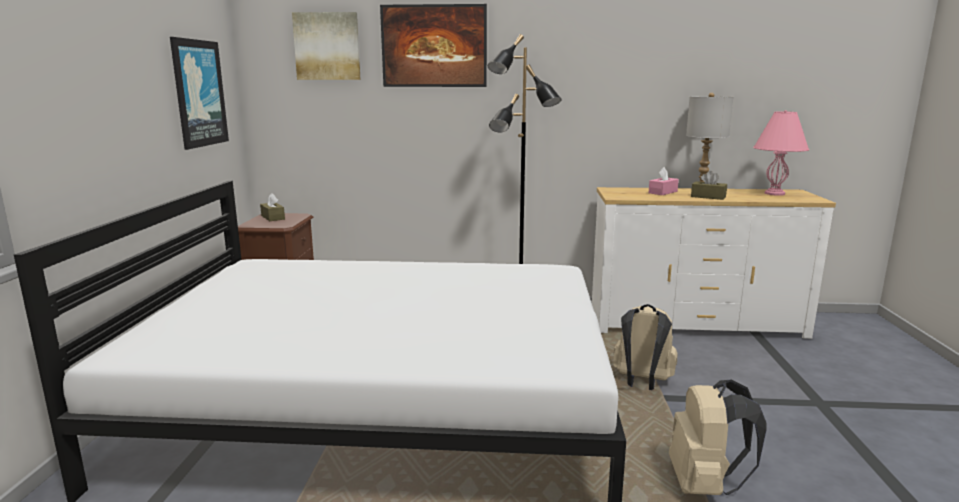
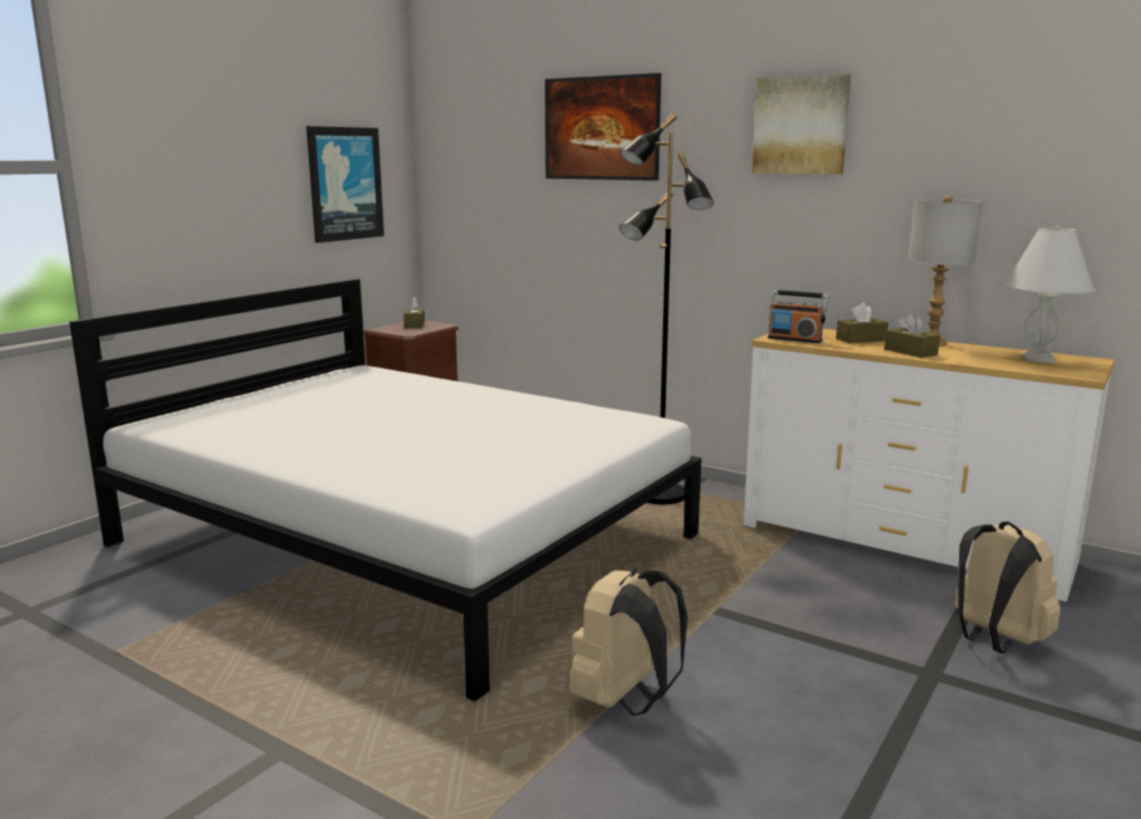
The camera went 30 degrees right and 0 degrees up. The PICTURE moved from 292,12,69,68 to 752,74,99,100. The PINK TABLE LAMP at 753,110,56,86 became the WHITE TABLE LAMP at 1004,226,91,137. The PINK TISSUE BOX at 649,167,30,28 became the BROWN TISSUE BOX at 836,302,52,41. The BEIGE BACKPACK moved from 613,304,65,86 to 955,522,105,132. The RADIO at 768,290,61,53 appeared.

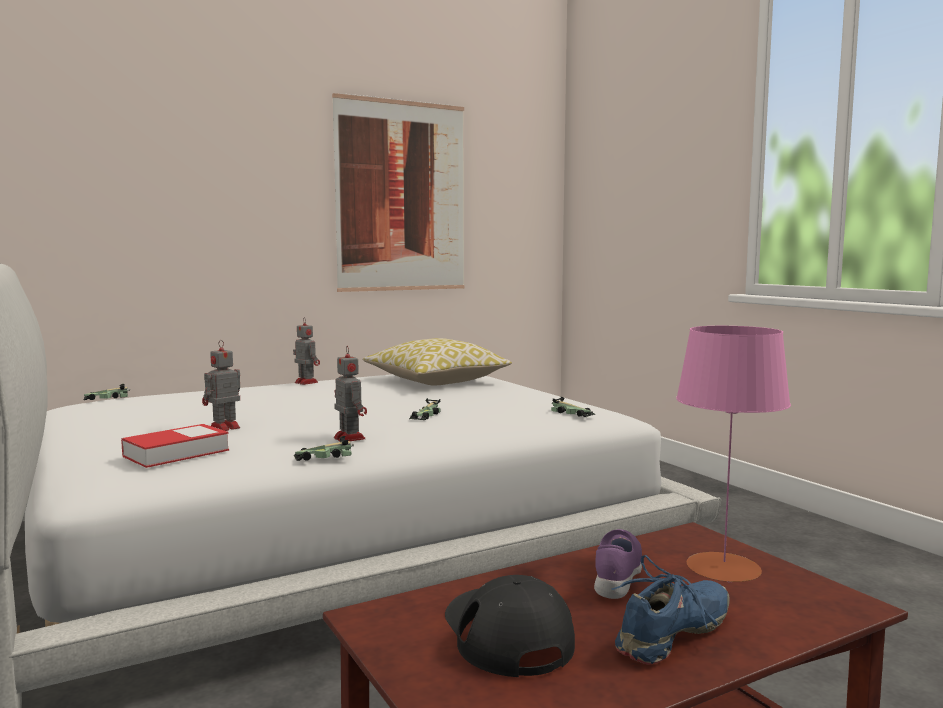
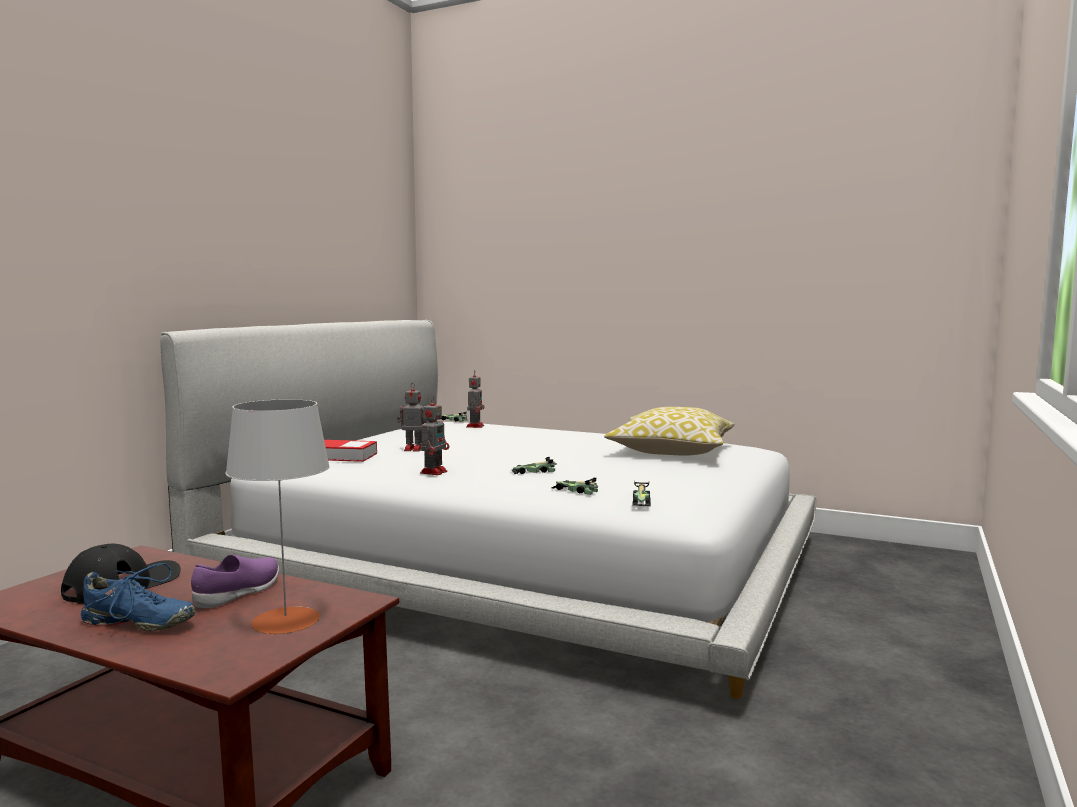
The camera went 55 degrees right and 0 degrees up. The PICTURE at 332,93,132,199 disappeared. The TOY ROBOT moved from 293,317,27,68 to 466,370,18,58. The PINK TABLE LAMP at 676,326,115,256 became the GREY TABLE LAMP at 225,399,105,235. The TOY CAR moved from 294,436,60,25 to 551,478,47,16. The PURPLE SHOE at 594,529,48,70 turned 45 degrees counterclockwise.

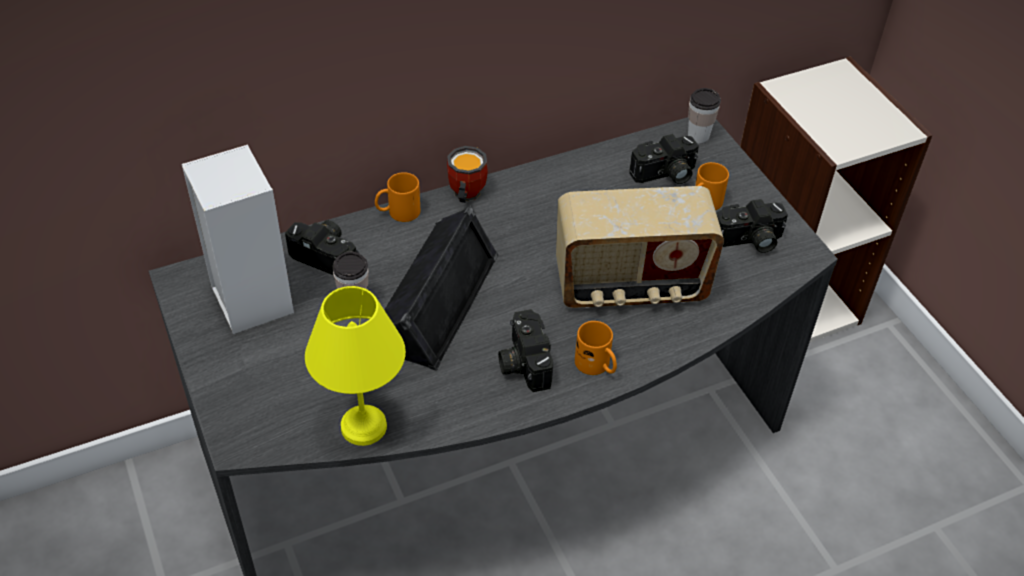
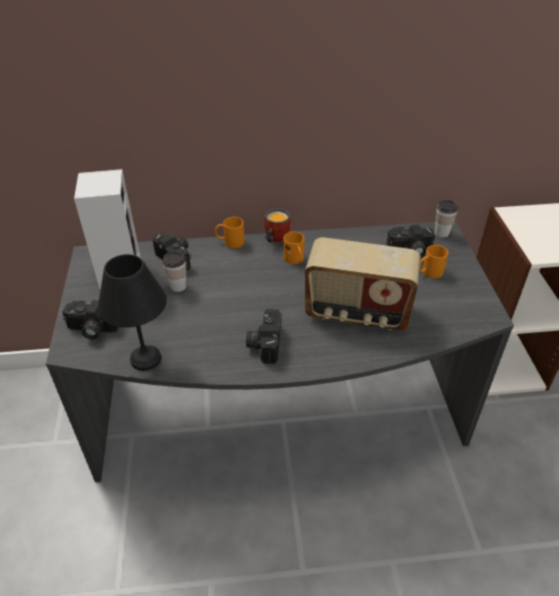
The camera went 20 degrees right and 5 degrees down. The PHOTO CAMERA moved from 716,199,72,54 to 62,300,57,40. The BLACK SPEAKER at 384,205,115,166 disappeared. The YELLOW TABLE LAMP at 305,286,101,160 became the BLACK TABLE LAMP at 98,254,69,117. The ORANGE MUG moved from 575,321,42,54 to 284,232,20,32.

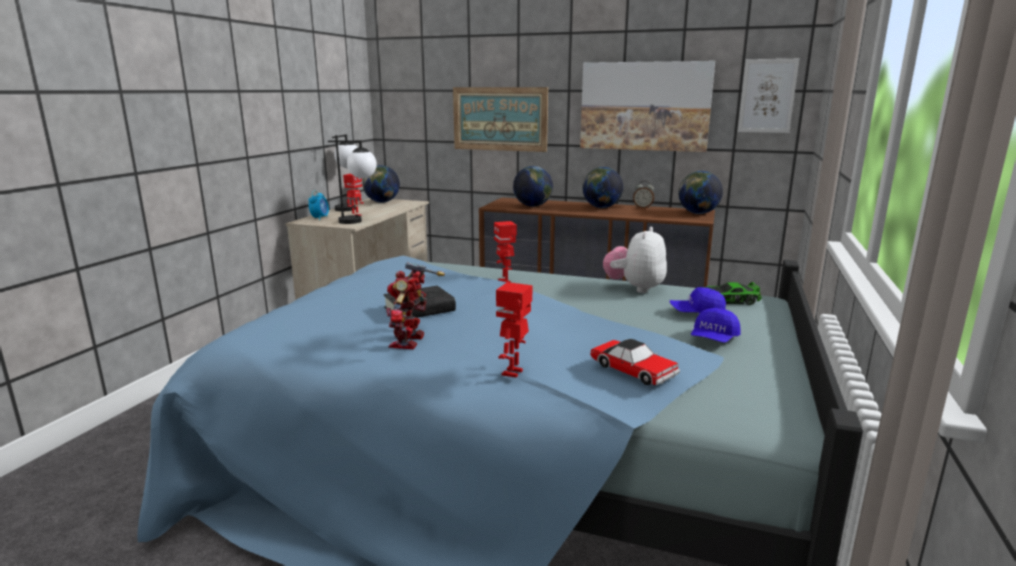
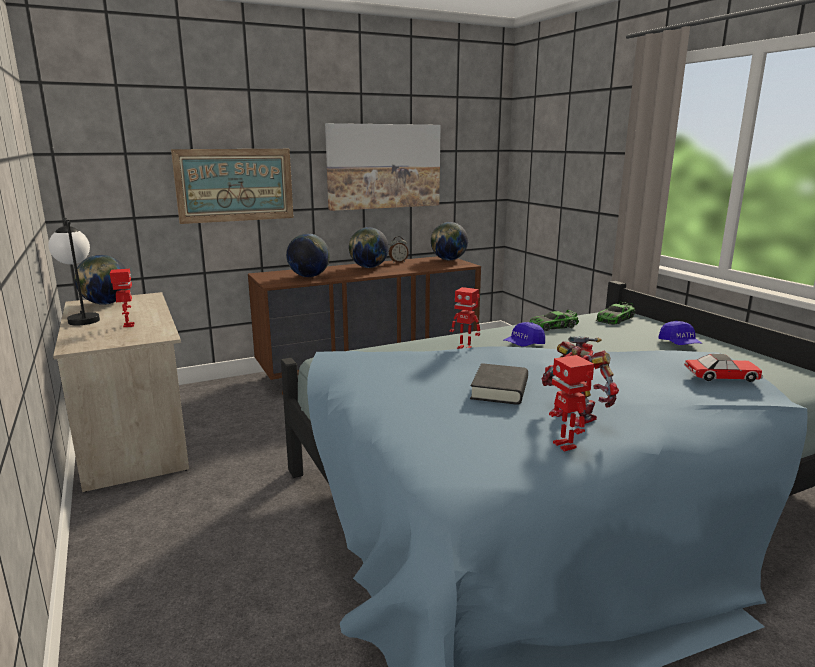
The camera went 45 degrees left and 0 degrees up. The PICTURE at 738,59,61,74 disappeared. The TABLE LAMP at 328,140,49,84 disappeared. The ALARM CLOCK at 308,190,21,30 disappeared. The PLUSH TOY at 603,227,64,66 was replaced by the TOY CAR at 530,310,49,21. The TOY ROBOT moved from 496,282,36,96 to 549,355,45,97. The BLUE CAP moved from 670,287,56,26 to 504,322,41,25.

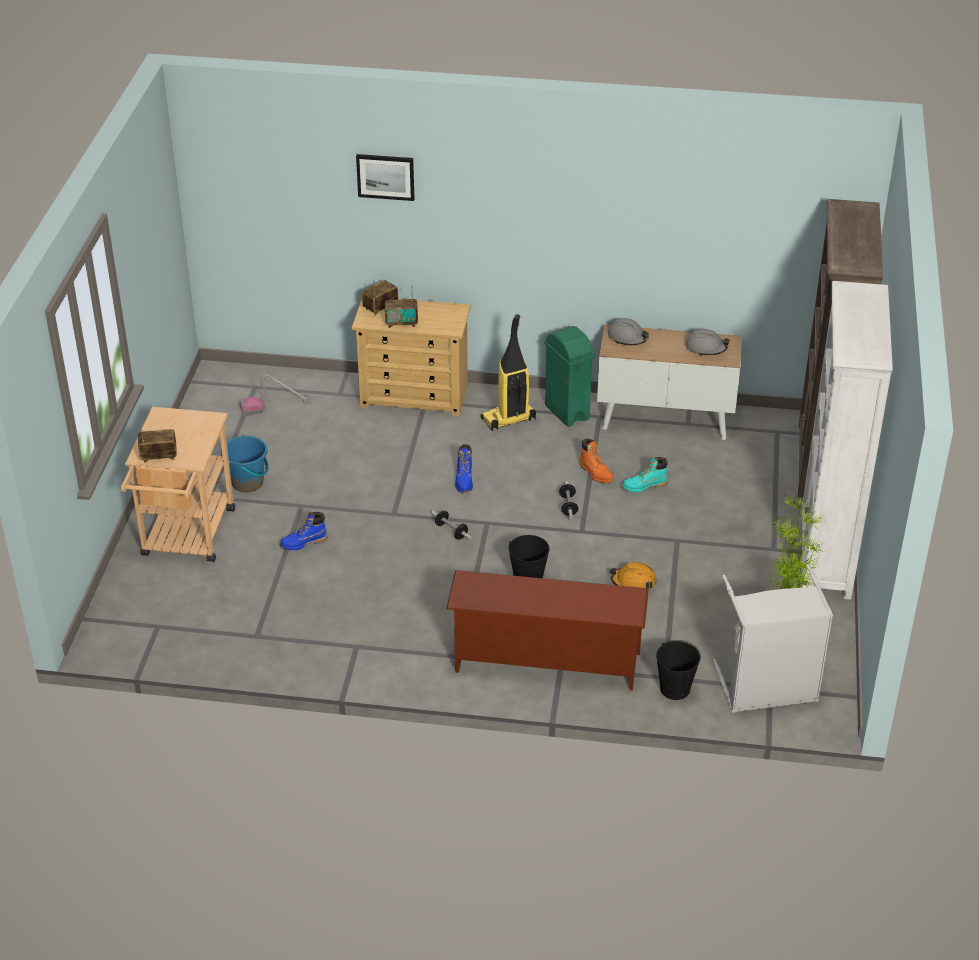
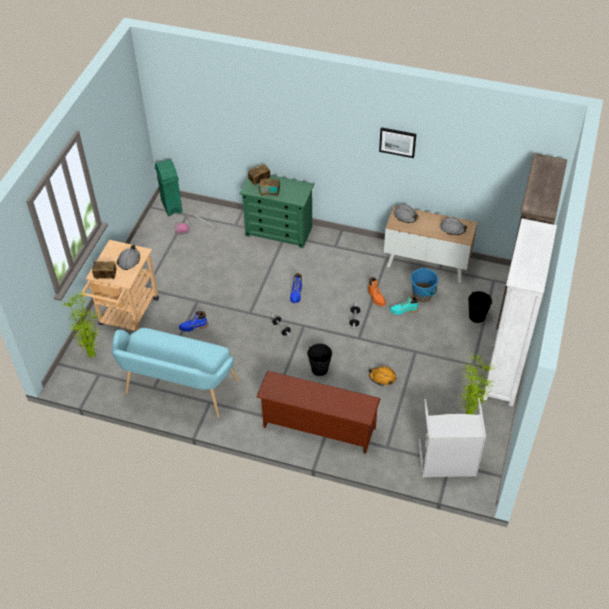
The camera went 10 degrees right and 10 degrees up. The PICTURE moved from 356,154,58,47 to 379,127,37,31. The BEIGE DRESSER at 352,299,119,117 became the GREEN DRESSER at 239,175,75,73. The VACUUM CLEANER at 481,314,55,117 disappeared. The GREEN TRASH CAN moved from 544,326,51,101 to 154,159,29,57. The BLUE BUCKET moved from 221,435,47,57 to 410,267,29,35. The BLACK BUCKET moved from 656,640,45,60 to 468,291,24,32. The GREY HARD HAT at 117,245,23,25 appeared. The POTTED PLANT at 62,290,40,69 appeared. The TURQUOISE BENCH at 111,328,128,90 appeared.

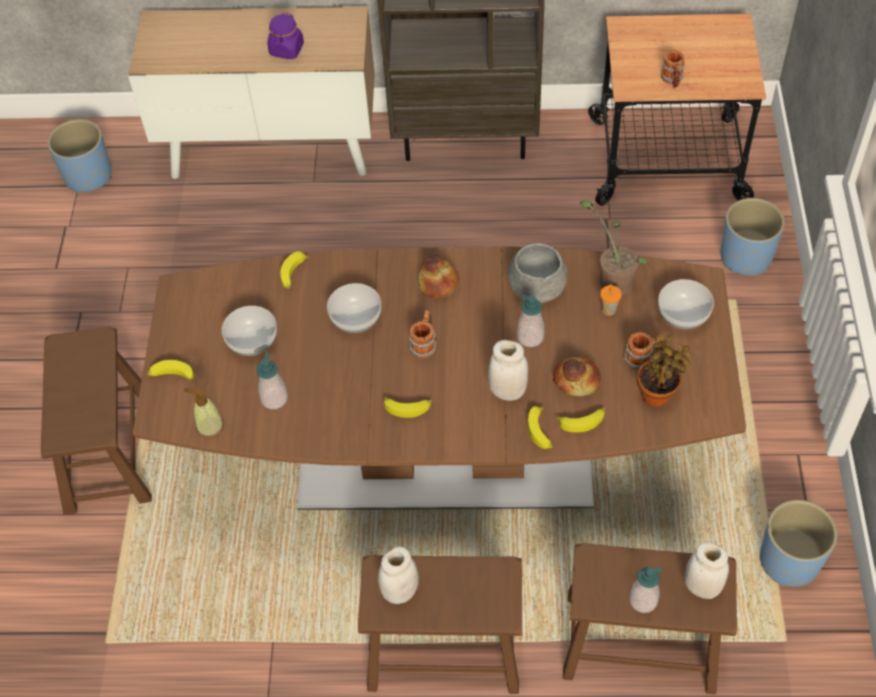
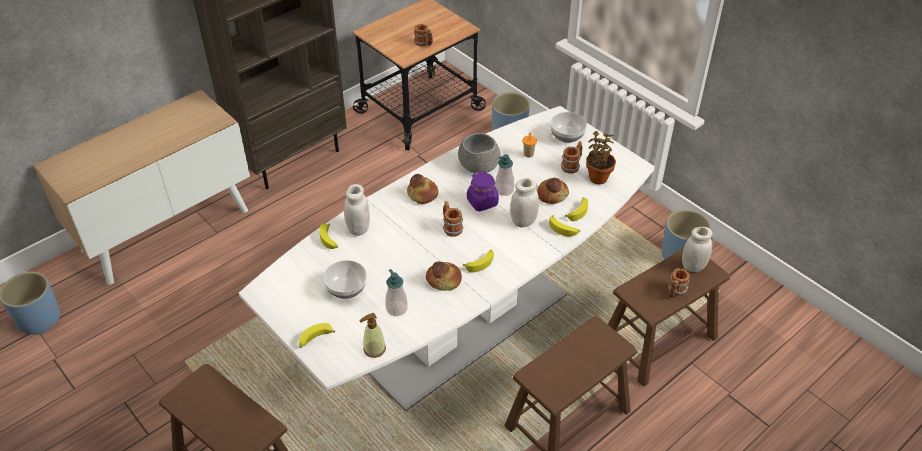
The camera went 45 degrees left and 10 degrees down. The PURPLE JAR moved from 267,13,37,46 to 467,171,32,40. The POTTED PLANT at 580,200,69,95 disappeared. The BROWN DINING TABLE at 133,246,613,264 became the WHITE DINING TABLE at 239,106,416,306. The BOWL at 327,283,54,50 disappeared. The WHITE JAR moved from 378,547,41,57 to 344,184,26,52. The SOAP DISPENSER at 629,567,33,46 was replaced by the MUG at 668,268,22,30. The BREAD at 426,262,36,29 appeared.

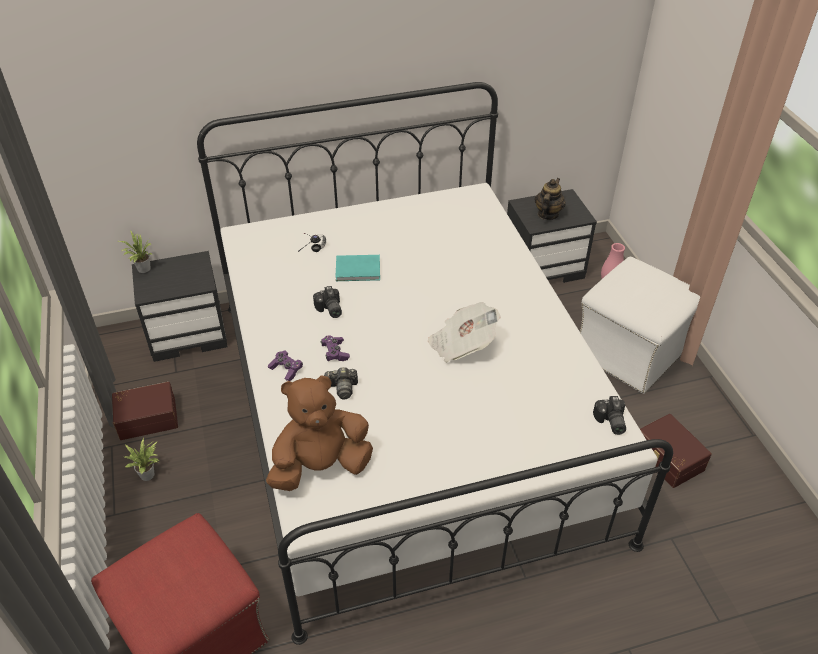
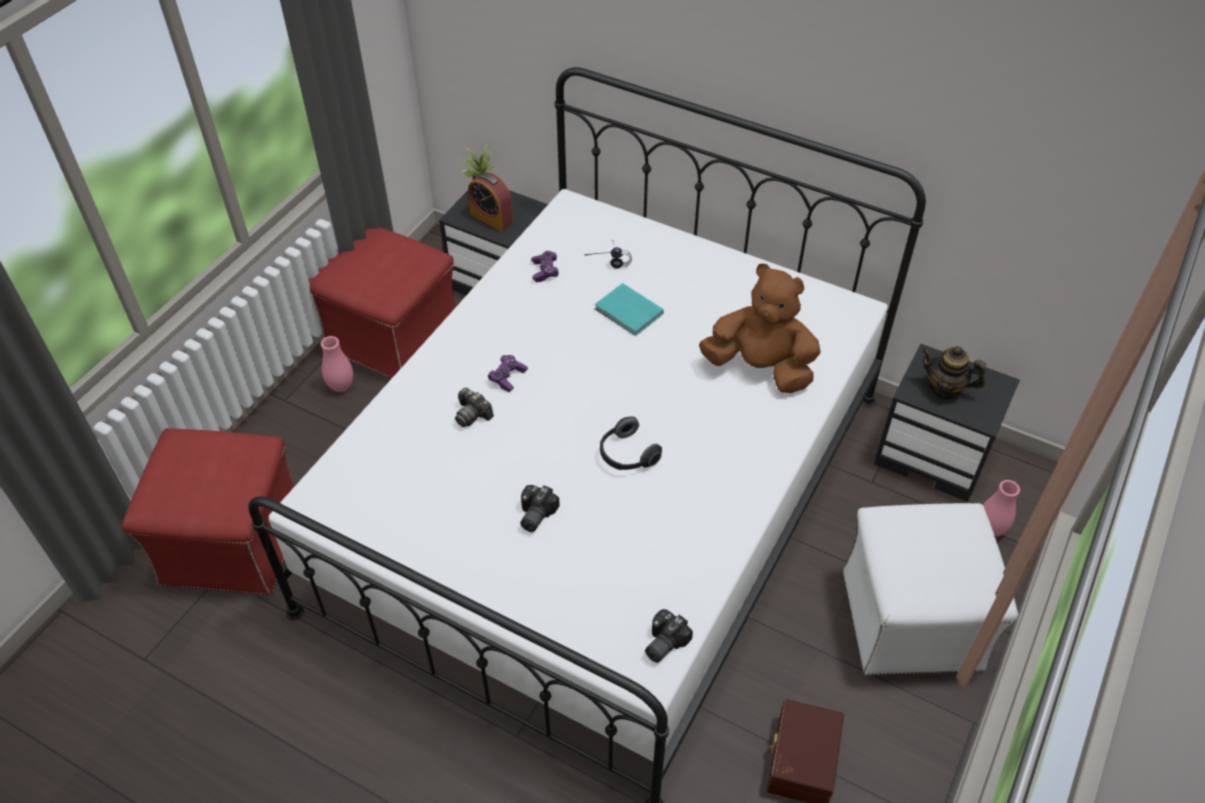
The camera went 45 degrees right and 5 degrees up. The TEAPOT at 535,178,31,42 turned 135 degrees counterclockwise. The PHOTO CAMERA moved from 313,286,29,32 to 520,485,40,47. The NEWSPAPER at 428,302,73,61 was replaced by the HEADPHONES at 600,417,62,53. The PURPLE GAME CONTROLLER moved from 268,350,35,31 to 531,251,28,31. The BROWN PLUSH TOY moved from 266,375,107,116 to 699,264,122,129. The BROWN STORAGE BOX at 112,382,66,58 was replaced by the RED OTTOMAN at 308,227,148,152. The POTTED PLANT at 125,438,34,43 was replaced by the PINK VASE at 321,336,32,56. The ALARM CLOCK at 468,172,45,59 appeared.

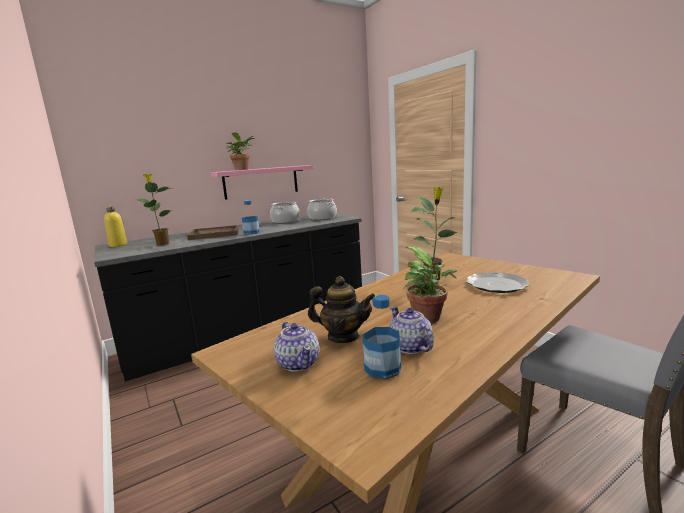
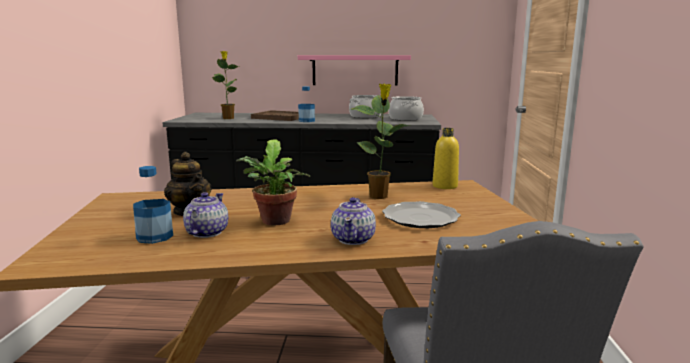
The camera went 35 degrees right and 0 degrees up. The POTTED PLANT at 226,132,29,38 disappeared. The YELLOW BOTTLE moved from 104,207,23,40 to 432,128,27,61. The TEAPOT moved from 274,322,45,50 to 331,197,45,48.

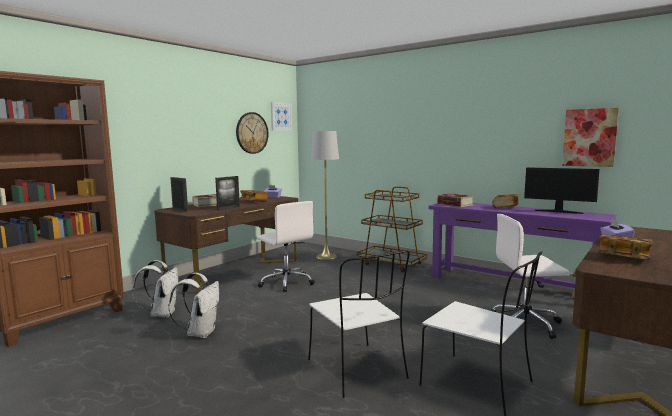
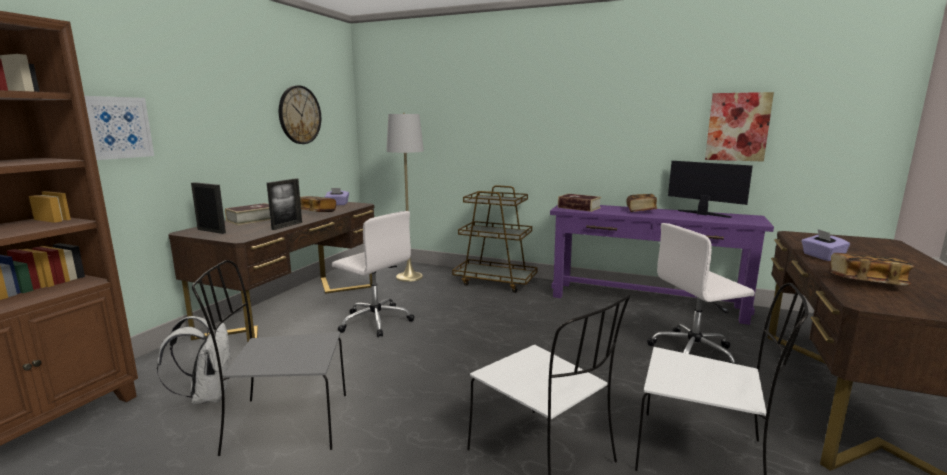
The camera went 15 degrees left and 5 degrees up. The PICTURE moved from 271,102,21,29 to 84,96,70,64. The MONITOR at 524,167,75,47 turned 150 degrees counterclockwise. The WHITE BACKPACK at 169,273,50,65 was replaced by the GREY CHAIR at 192,260,154,196.

